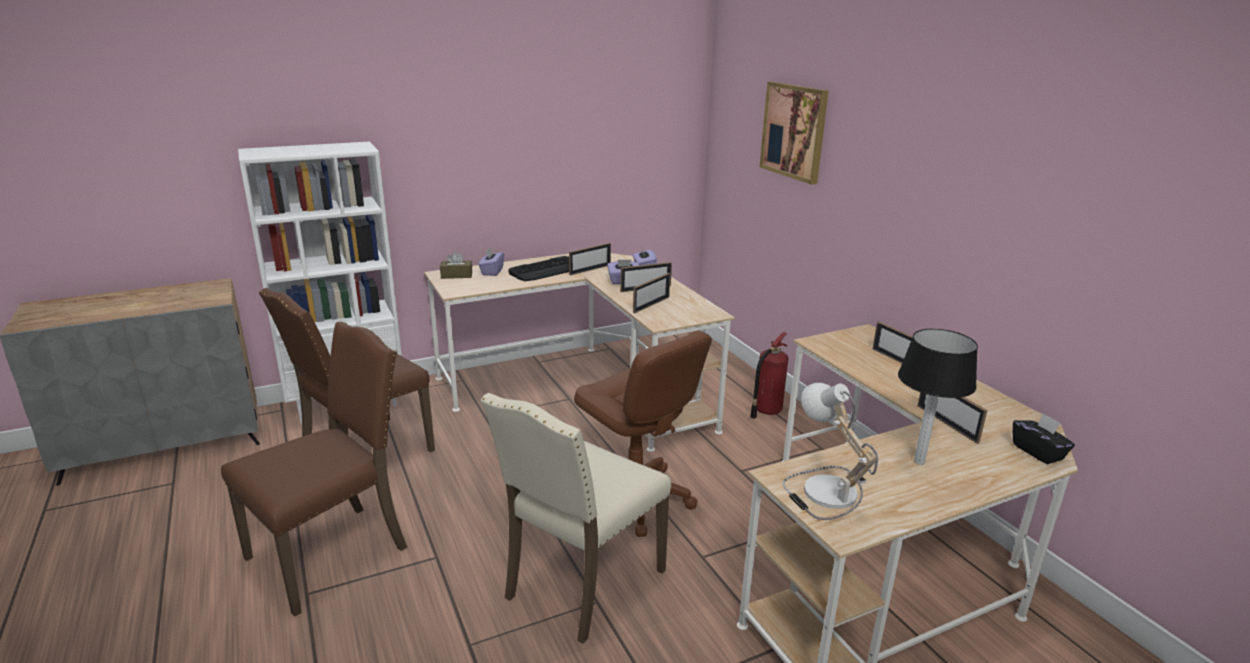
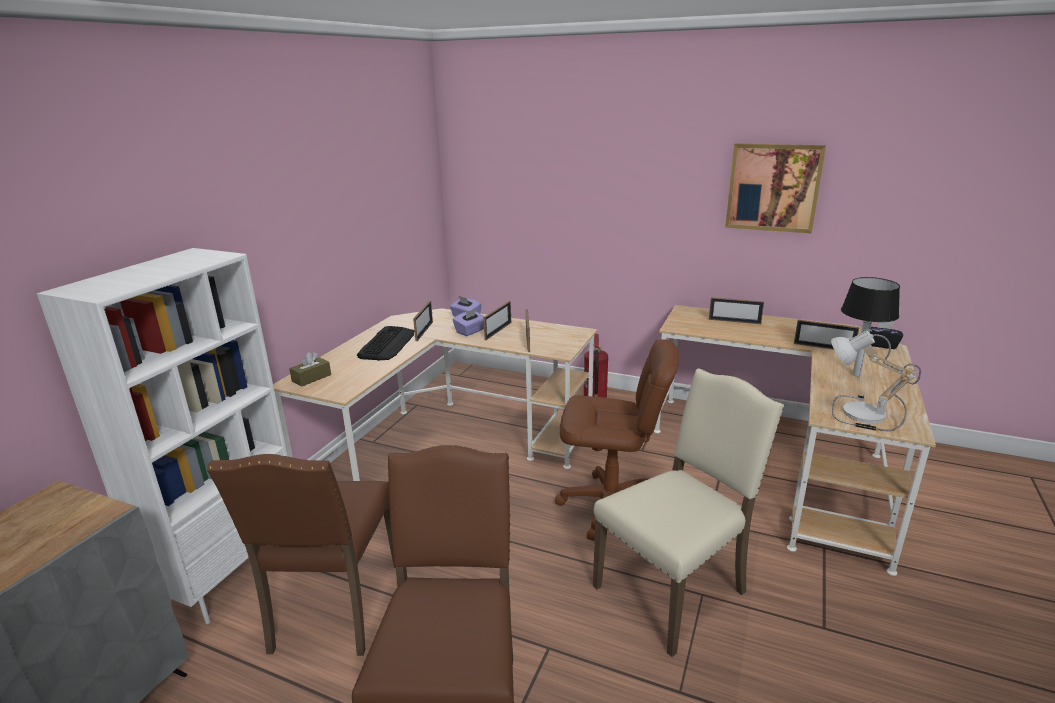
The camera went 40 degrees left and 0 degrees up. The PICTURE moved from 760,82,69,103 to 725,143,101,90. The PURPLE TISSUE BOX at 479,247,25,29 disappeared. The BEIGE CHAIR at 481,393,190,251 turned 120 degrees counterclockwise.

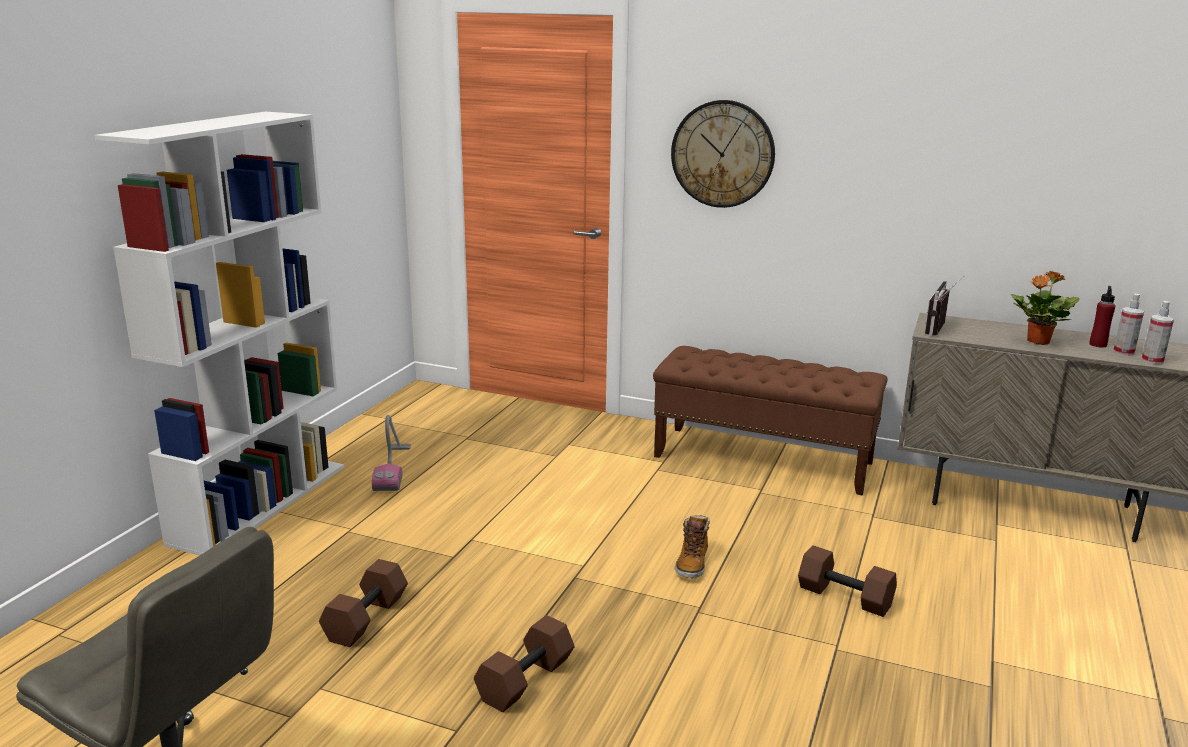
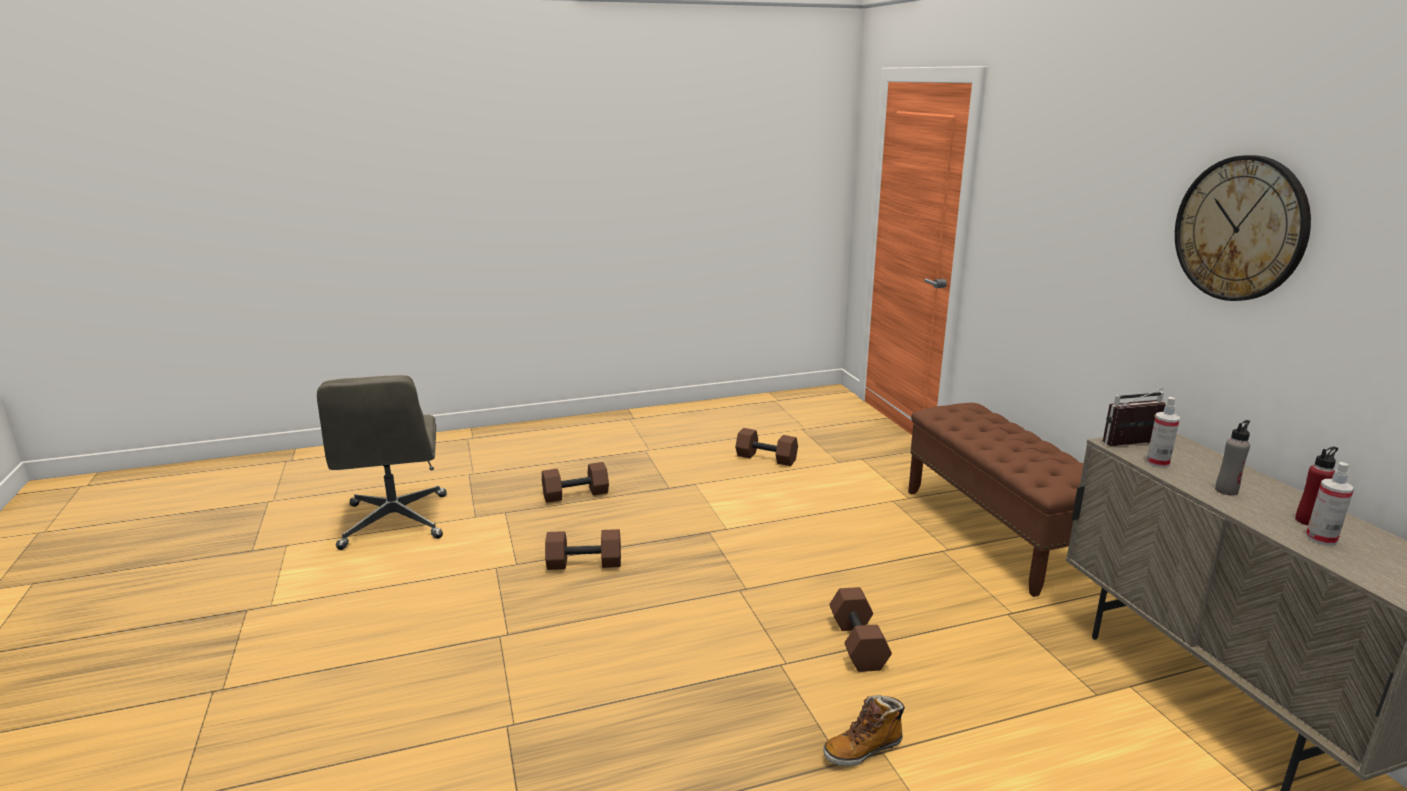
The camera went 50 degrees right and 0 degrees up. The WALL CLOCK moved from 671,100,104,108 to 1175,155,136,146. The WHITE BOOKCASE at 94,112,250,444 disappeared. The POTTED PLANT at 1011,271,69,74 was replaced by the GREY BOTTLE at 1215,420,35,76. The SPRAY BOTTLE moved from 1142,301,32,63 to 1146,397,34,71. The VACUUM CLEANER at 372,415,39,76 disappeared. The BOOT moved from 675,515,35,64 to 823,695,82,71. The BROWN DUMBBELL at 735,428,63,38 appeared.

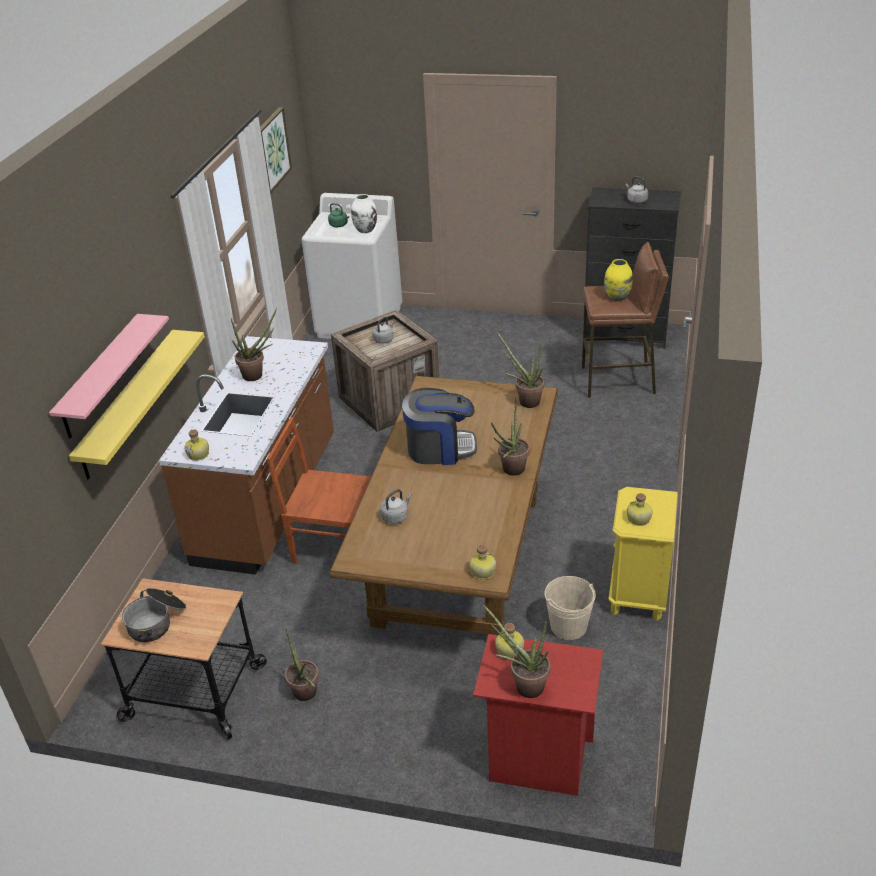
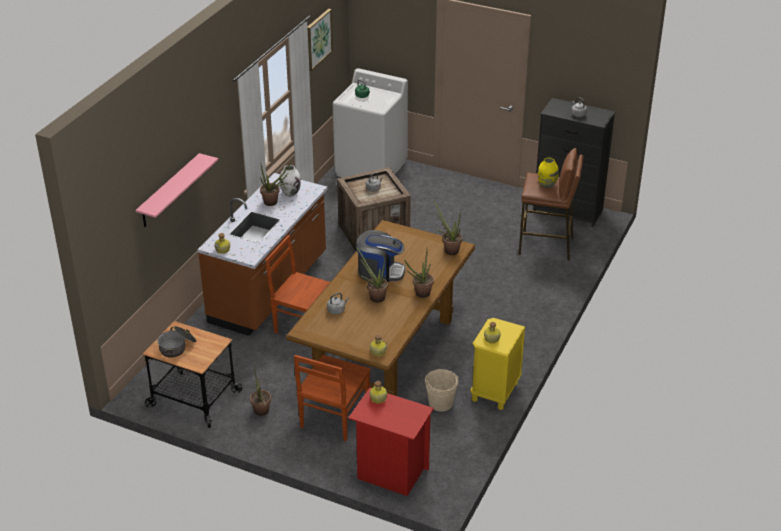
The camera went 10 degrees right and 0 degrees up. The WHITE VASE moved from 351,194,26,39 to 279,165,22,31. The YELLOW SHELF at 69,330,136,149 disappeared. The POTTED PLANT moved from 482,604,69,94 to 356,246,32,57. The BROWN CHAIR at 294,355,77,86 appeared.

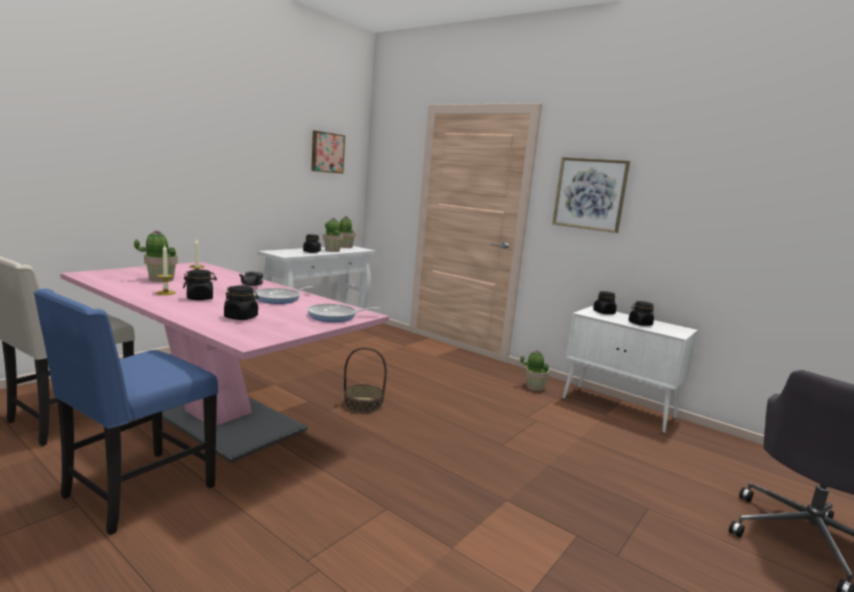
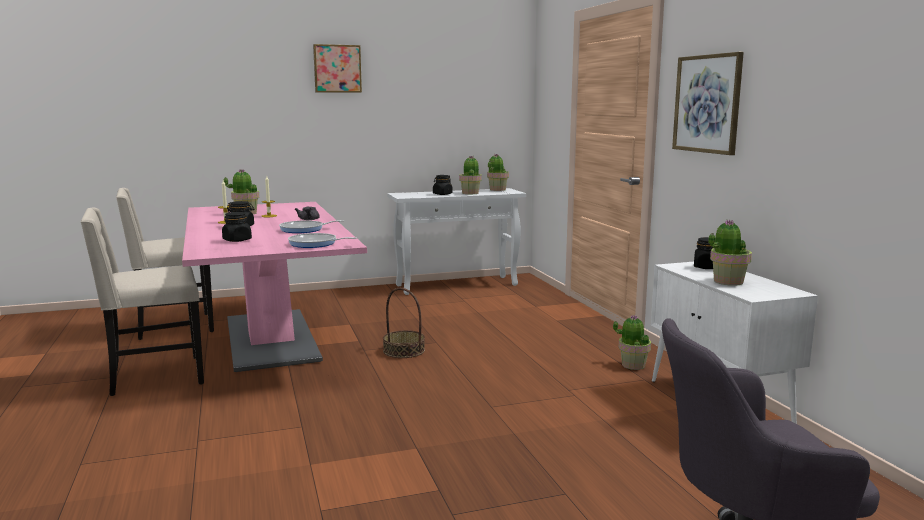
The camera went 35 degrees right and 0 degrees up. The PICTURE moved from 311,131,34,43 to 313,44,49,49. The BLUE CHAIR at 33,289,185,246 became the BEIGE CHAIR at 80,208,124,188. The BLACK JAR at 628,301,26,25 was replaced by the POTTED PLANT at 708,220,44,66.

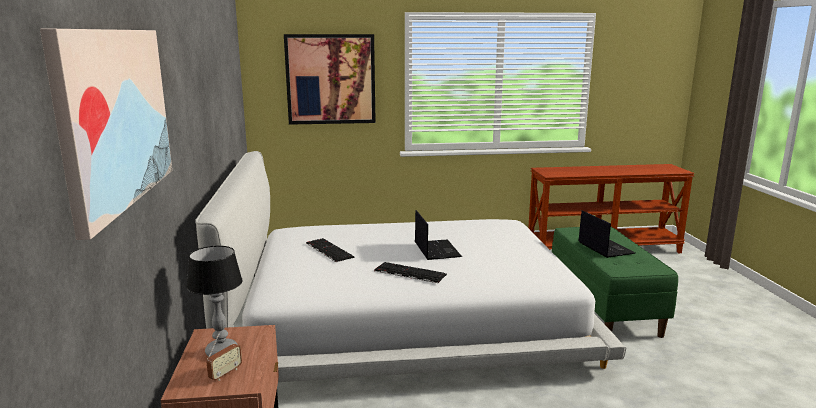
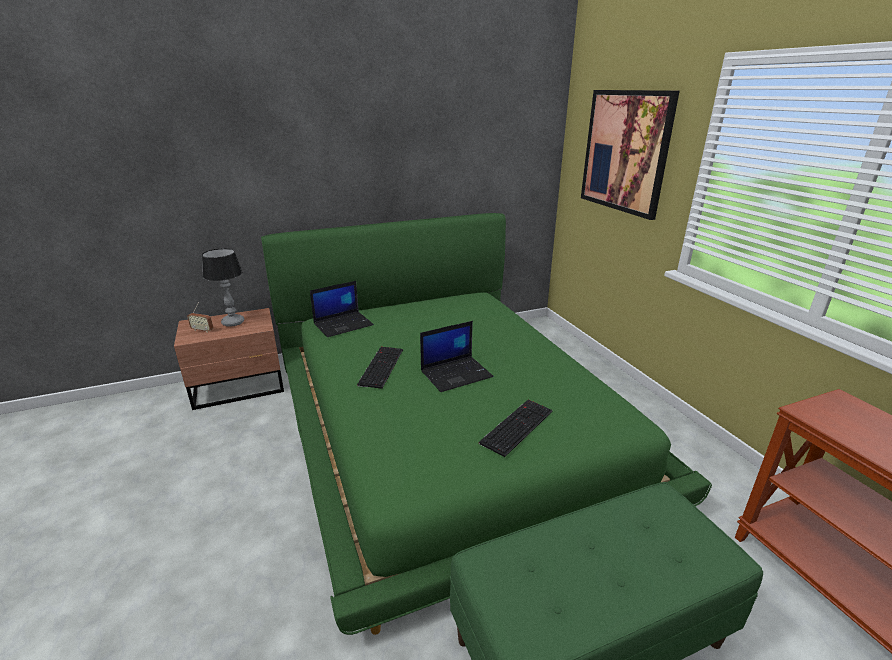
The camera went 75 degrees right and 10 degrees up. The PICTURE at 40,29,132,211 disappeared. The WHITE BED at 195,151,431,231 became the GREEN BED at 261,213,451,422. The LAPTOP moved from 578,210,57,48 to 310,281,64,56. The KEYBOARD moved from 306,238,49,24 to 479,400,74,57.

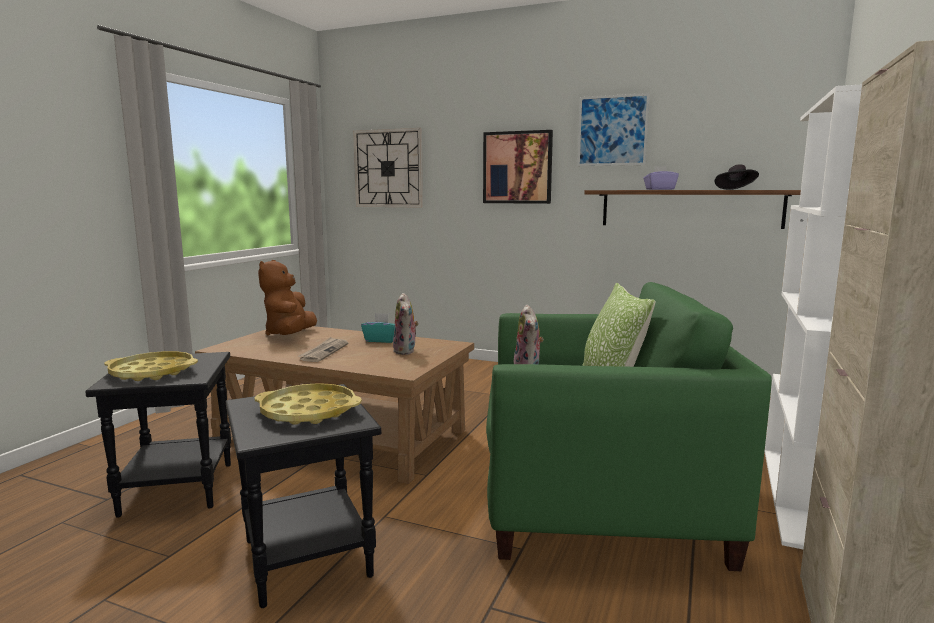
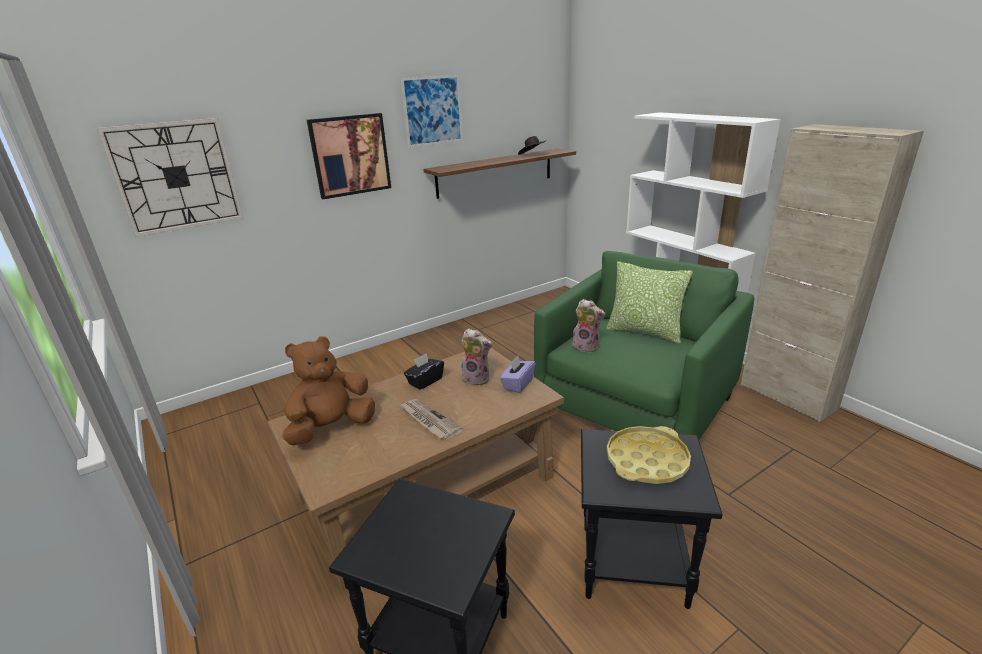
The camera went 55 degrees left and 15 degrees up. The PURPLE TISSUE BOX moved from 643,166,36,24 to 500,356,36,37. The BROWN PLUSH TOY at 258,260,59,75 turned 105 degrees clockwise. The TURQUOISE TISSUE BOX at 361,313,34,30 became the BLACK TISSUE BOX at 404,353,40,37. The YELLOW TRAY at 104,351,94,30 disappeared.

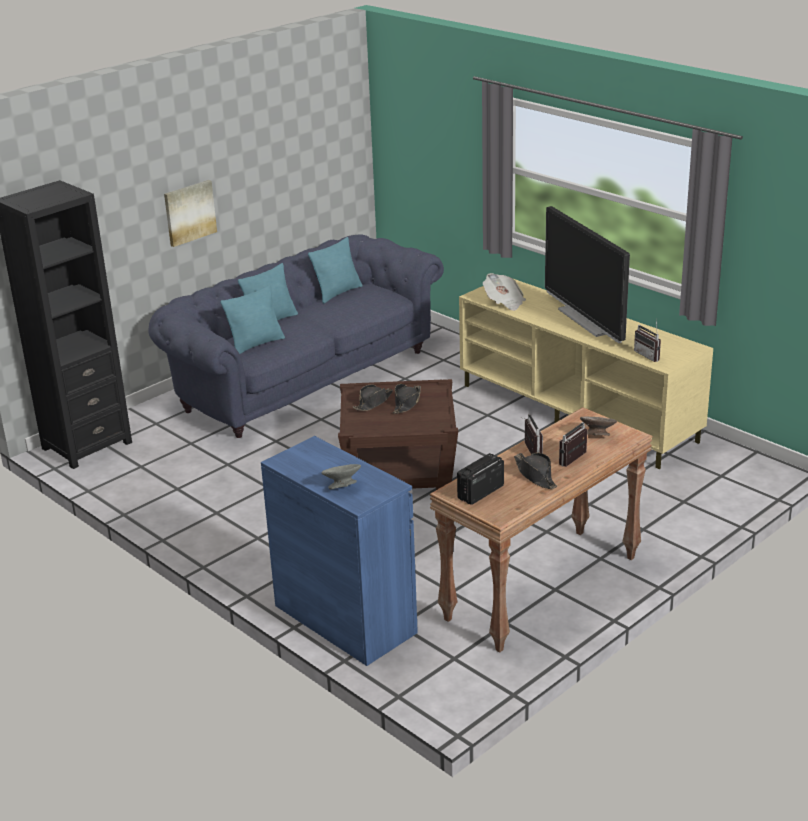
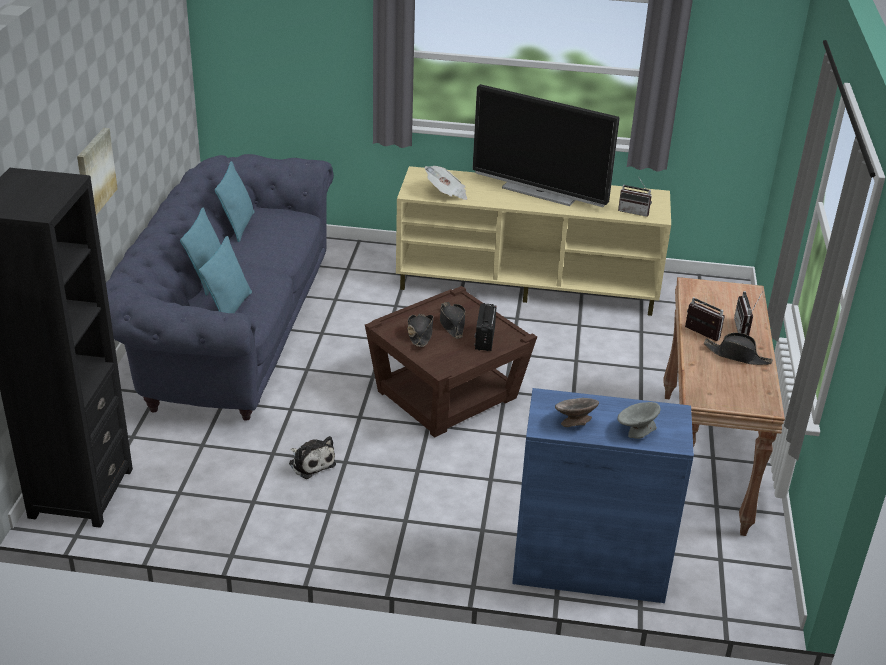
The camera went 40 degrees left and 5 degrees up. The GREY BOWL moved from 580,416,37,20 to 555,398,44,29. The RADIO moved from 457,453,47,52 to 474,303,23,48. The PLUSH TOY at 289,436,47,43 appeared.

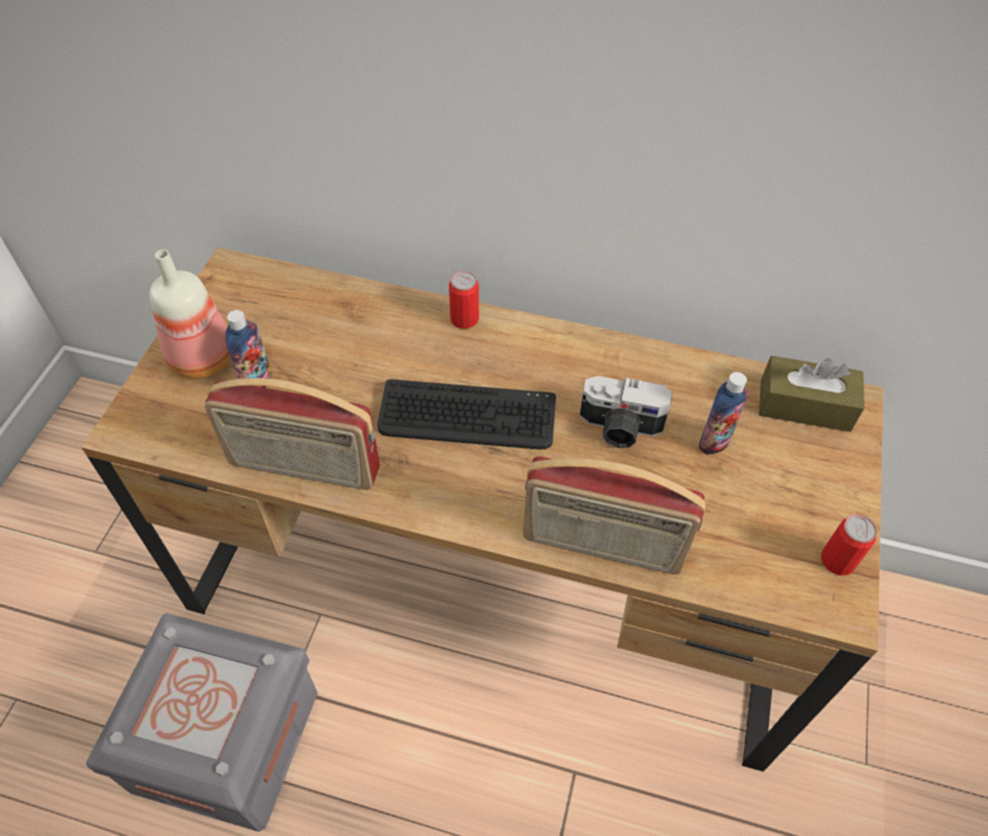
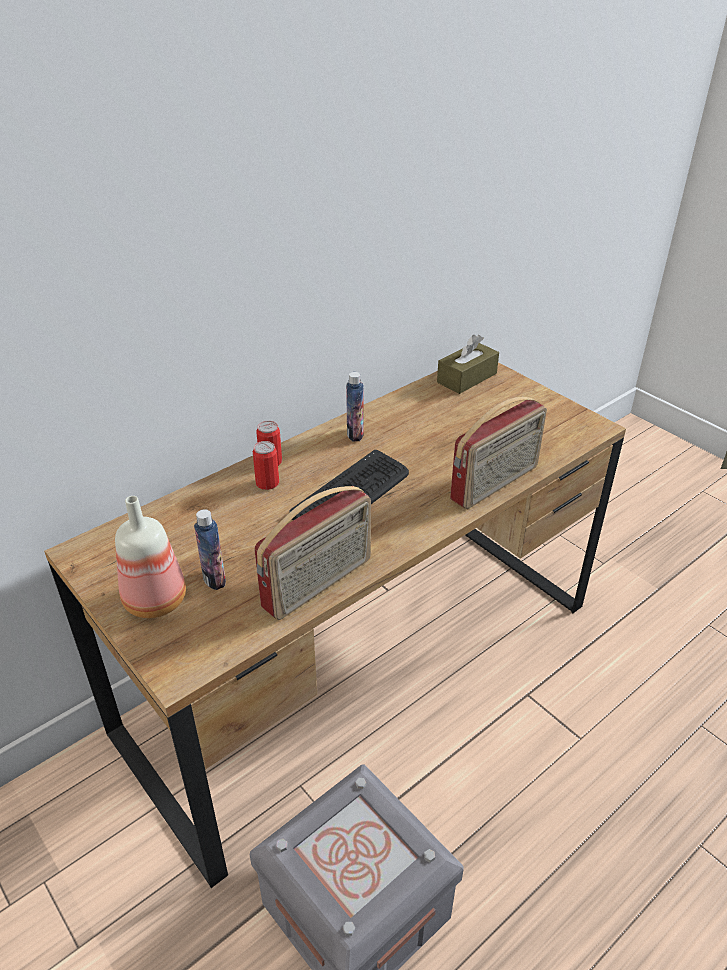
The camera went 55 degrees left and 15 degrees down. The BOTTLE moved from 699,372,50,83 to 346,372,18,70. The PHOTO CAMERA at 580,376,92,72 disappeared. The CAN moved from 821,514,56,61 to 253,441,26,49.

